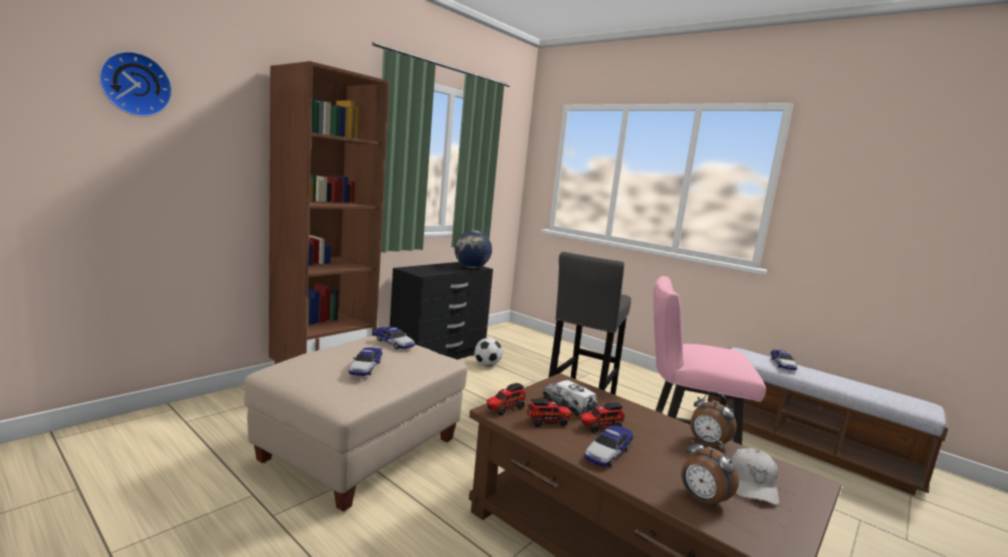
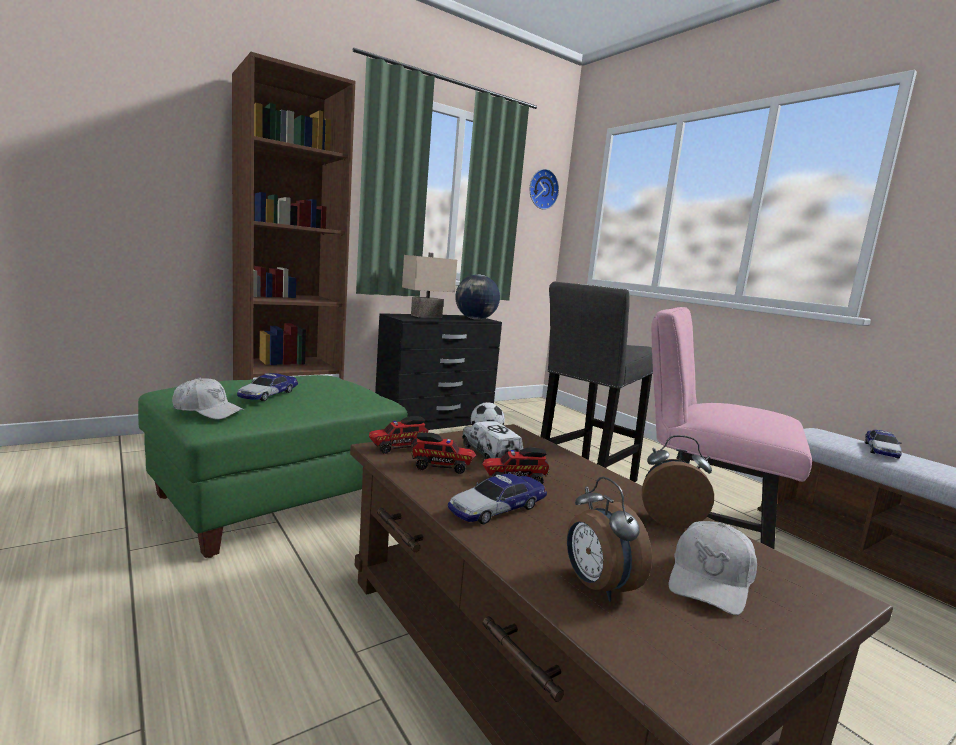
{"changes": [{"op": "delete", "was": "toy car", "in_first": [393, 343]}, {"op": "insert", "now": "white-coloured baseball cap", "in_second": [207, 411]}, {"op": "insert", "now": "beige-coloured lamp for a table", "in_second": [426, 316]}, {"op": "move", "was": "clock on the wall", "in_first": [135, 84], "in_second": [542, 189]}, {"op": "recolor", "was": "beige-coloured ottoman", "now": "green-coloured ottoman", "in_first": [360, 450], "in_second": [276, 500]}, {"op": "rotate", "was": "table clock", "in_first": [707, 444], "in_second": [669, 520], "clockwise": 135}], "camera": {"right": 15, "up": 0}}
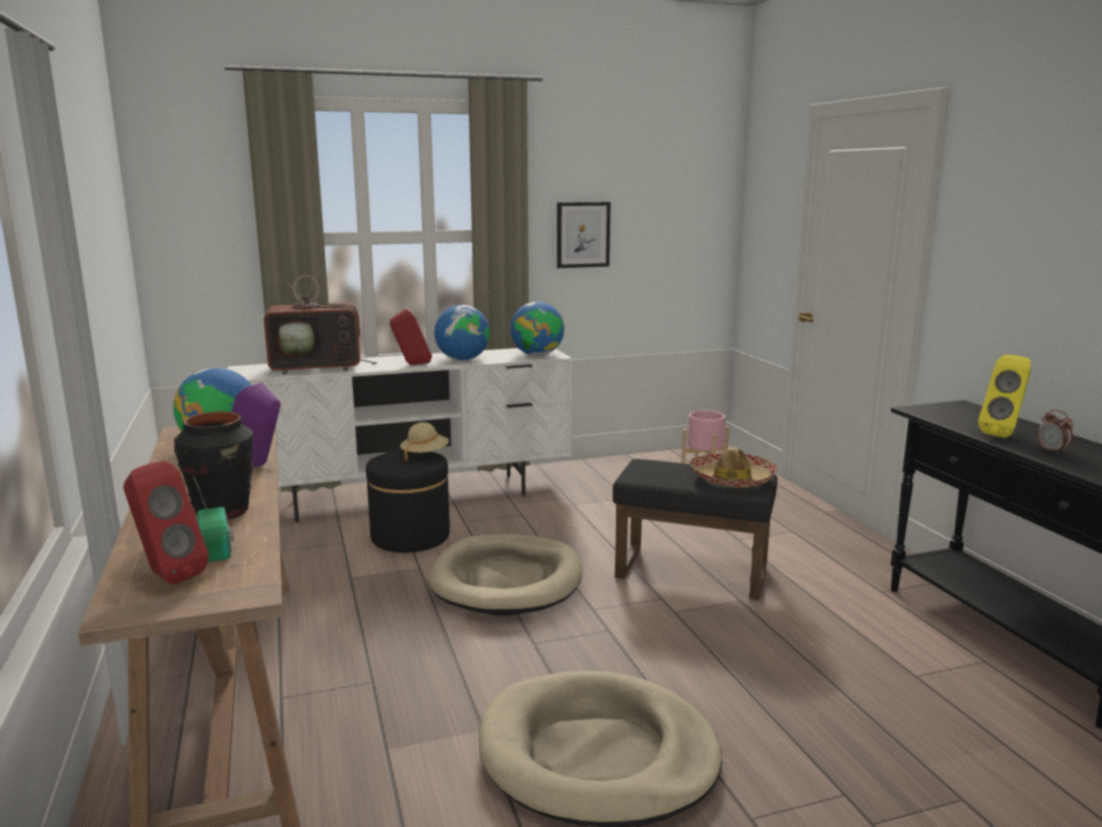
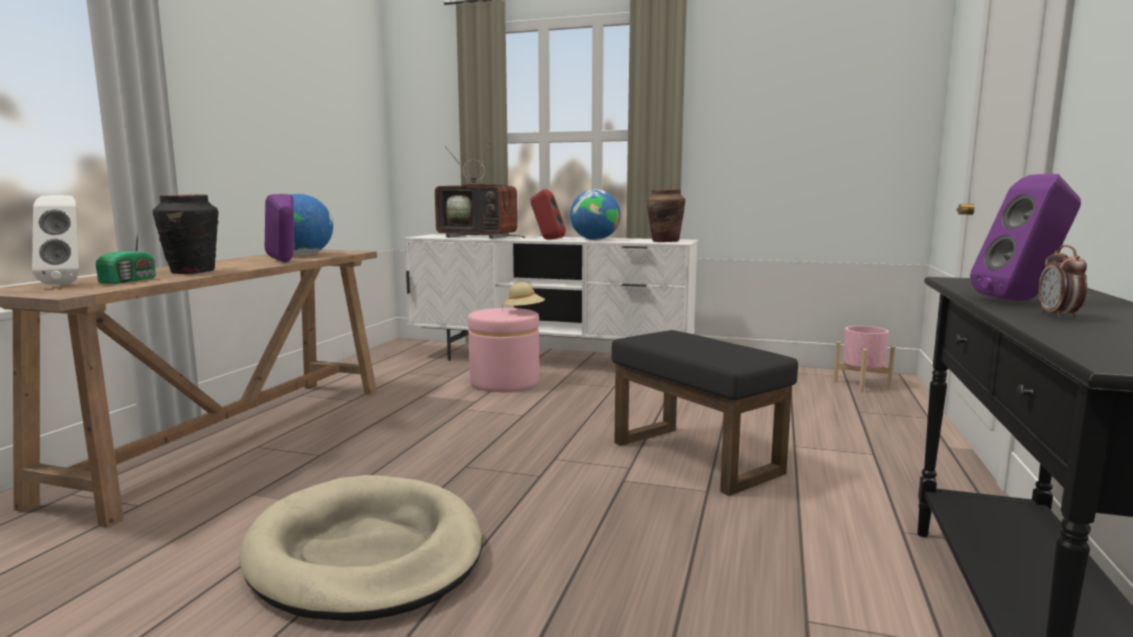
{"changes": [{"op": "delete", "was": "beige-coloured dog cushion", "in_first": [507, 580]}, {"op": "delete", "was": "wall picture", "in_first": [583, 234]}, {"op": "delete", "was": "wearable hat", "in_first": [732, 479]}, {"op": "replace", "was": "globe", "now": "brown flower vase", "in_first": [537, 355], "in_second": [665, 241]}, {"op": "recolor", "was": "reddish loudspeaker", "now": "white-coloured loudspeaker", "in_first": [167, 576], "in_second": [67, 284]}, {"op": "recolor", "was": "blackish ottoman", "now": "pinkish ottoman", "in_first": [410, 537], "in_second": [504, 382]}, {"op": "recolor", "was": "yellow loudspeaker", "now": "purple-coloured loudspeaker", "in_first": [1003, 434], "in_second": [1021, 300]}], "camera": {"right": 35, "up": -5}}
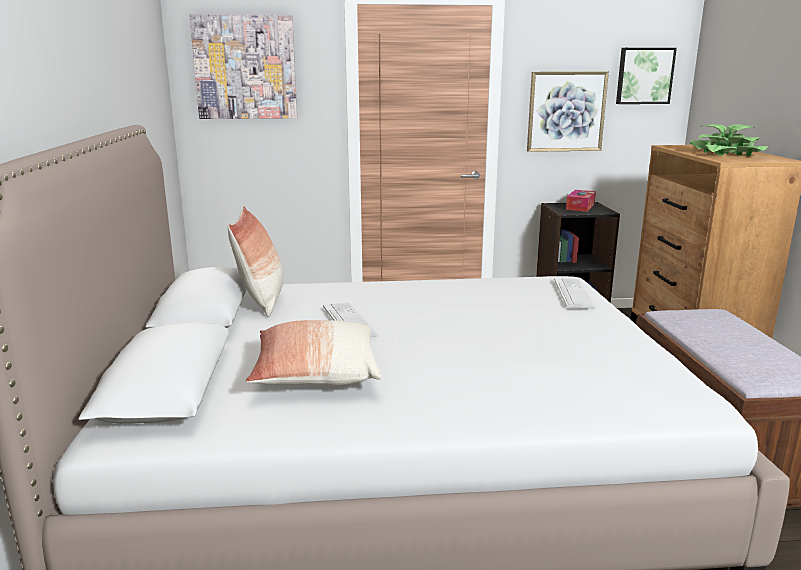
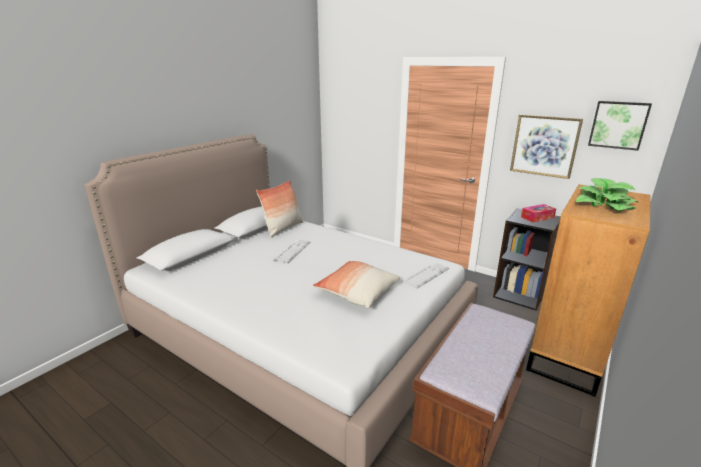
{"changes": [{"op": "delete", "was": "wall picture", "in_first": [245, 67]}, {"op": "move", "was": "cushion", "in_first": [316, 374], "in_second": [357, 293]}], "camera": {"right": 40, "up": 5}}
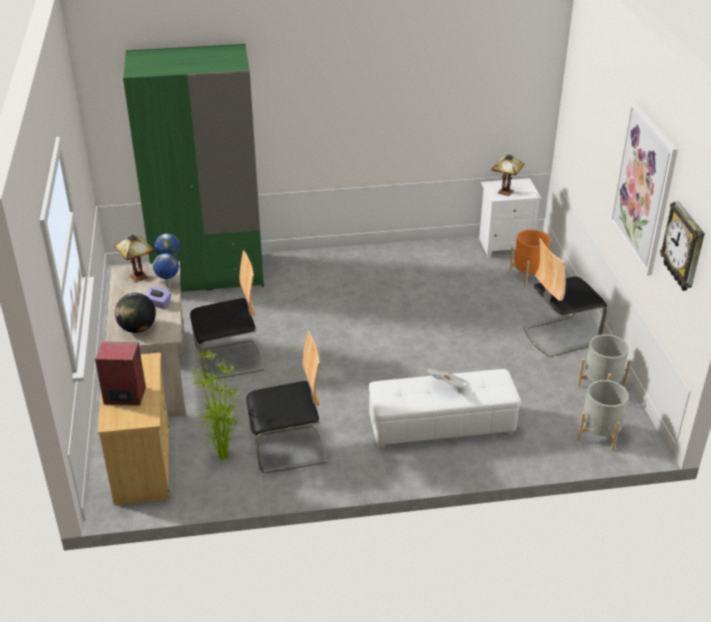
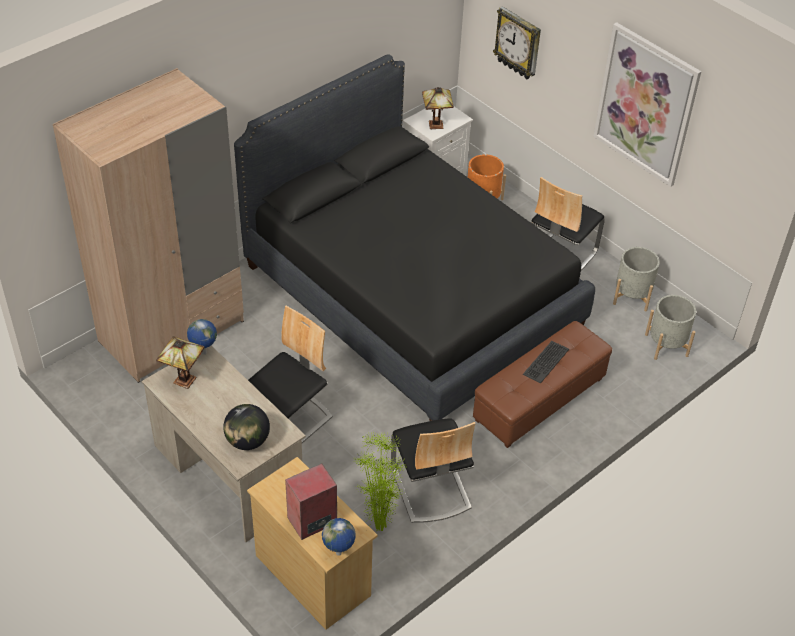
{"changes": [{"op": "delete", "was": "purple-coloured tissue holder", "in_first": [158, 304]}, {"op": "insert", "now": "blackish bed", "in_second": [411, 295]}, {"op": "move", "was": "globe", "in_first": [168, 287], "in_second": [339, 553]}, {"op": "move", "was": "clock on the wall", "in_first": [684, 247], "in_second": [518, 43]}, {"op": "replace", "was": "daily paper", "now": "computer keyboard", "in_first": [448, 386], "in_second": [545, 362]}, {"op": "recolor", "was": "green-coloured armoire", "now": "beige-coloured armoire", "in_first": [209, 274], "in_second": [172, 331]}, {"op": "recolor", "was": "white-coloured ottoman", "now": "brown ottoman", "in_first": [442, 426], "in_second": [539, 399]}, {"op": "rotate", "was": "upright chair", "in_first": [289, 448], "in_second": [430, 488], "clockwise": 120}], "camera": {"right": -35, "up": 10}}
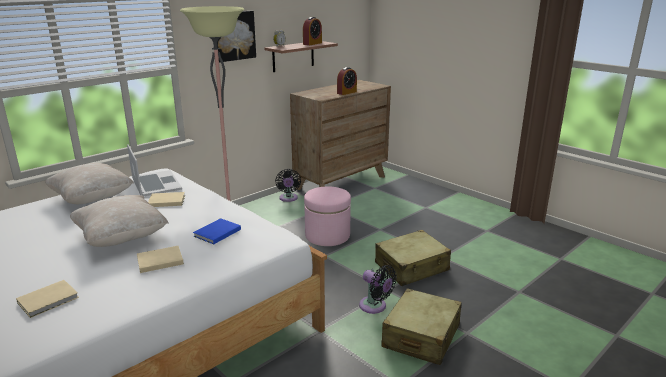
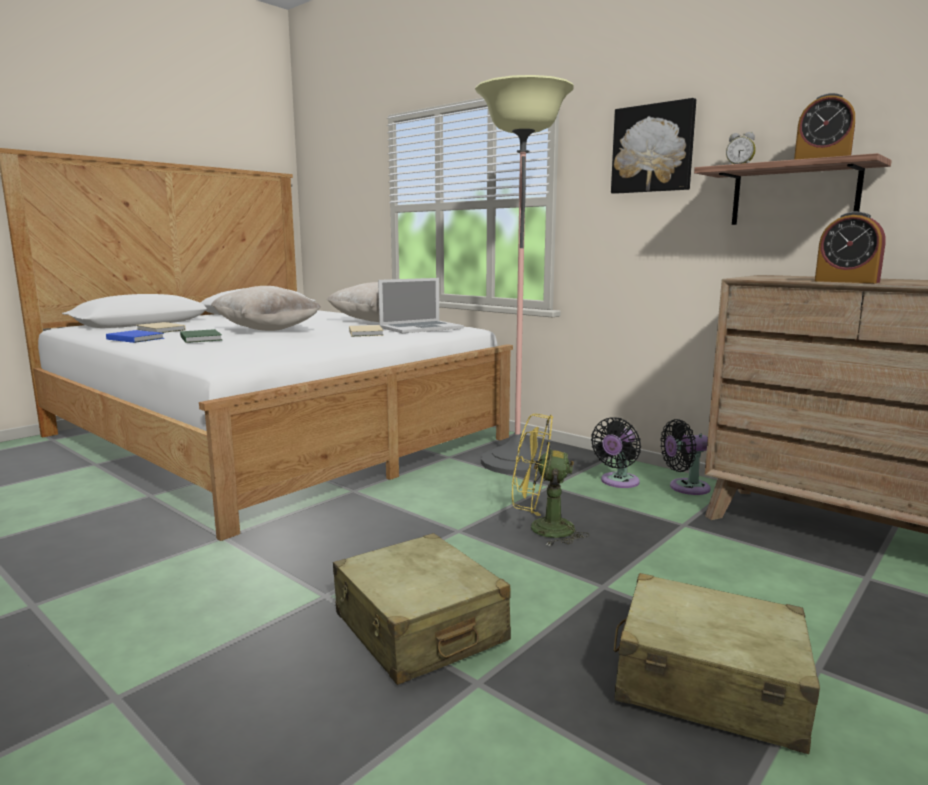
{"changes": [{"op": "move", "was": "blue bound book", "in_first": [216, 233], "in_second": [135, 338]}, {"op": "move", "was": "blackish electric fan", "in_first": [375, 306], "in_second": [618, 482]}, {"op": "move", "was": "beige-coloured travel case", "in_first": [421, 337], "in_second": [708, 683]}, {"op": "replace", "was": "pinkish ottoman", "now": "yellow electric fan", "in_first": [327, 235], "in_second": [541, 529]}, {"op": "recolor", "was": "beige-coloured bound book", "now": "green-coloured bound book", "in_first": [158, 261], "in_second": [201, 338]}], "camera": {"right": 85, "up": -10}}
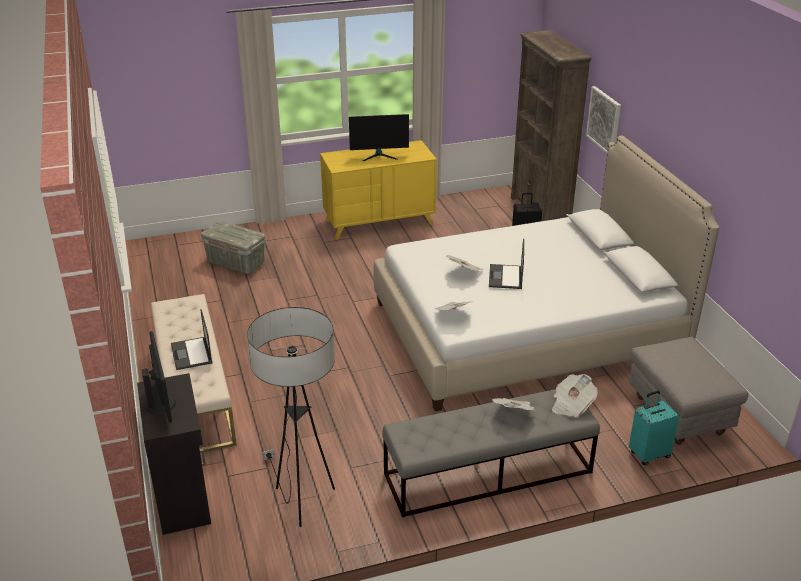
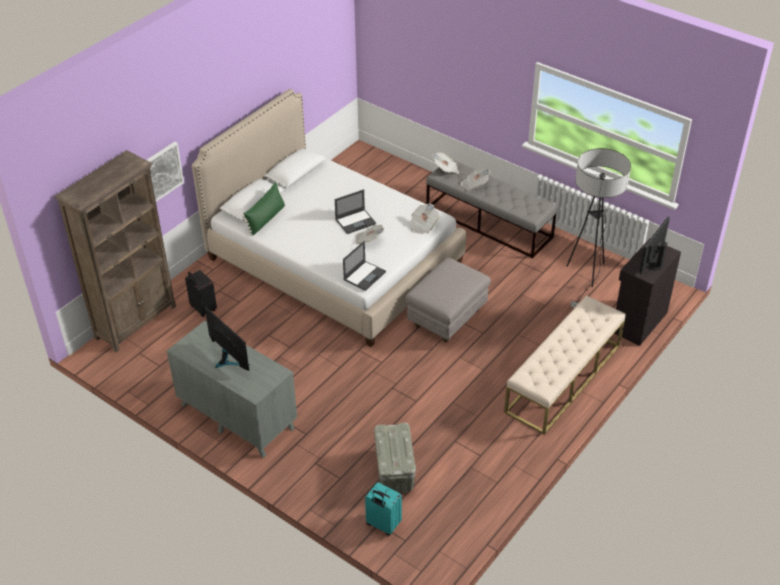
{"changes": [{"op": "insert", "now": "green-coloured cushion", "in_second": [266, 219]}, {"op": "move", "was": "portable computer", "in_first": [191, 354], "in_second": [365, 275]}, {"op": "move", "was": "grey ottoman", "in_first": [679, 415], "in_second": [447, 318]}, {"op": "move", "was": "turquoise-coloured travel case", "in_first": [648, 454], "in_second": [382, 525]}, {"op": "recolor", "was": "yellow drawer chest", "now": "grey drawer chest", "in_first": [379, 222], "in_second": [237, 416]}], "camera": {"right": -125, "up": 10}}
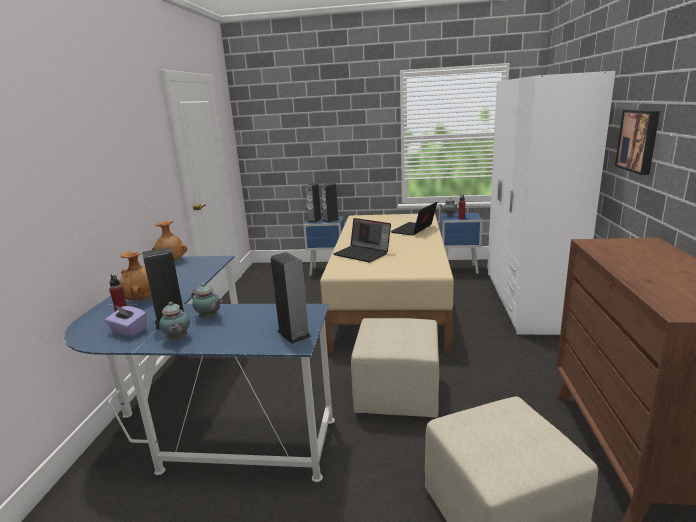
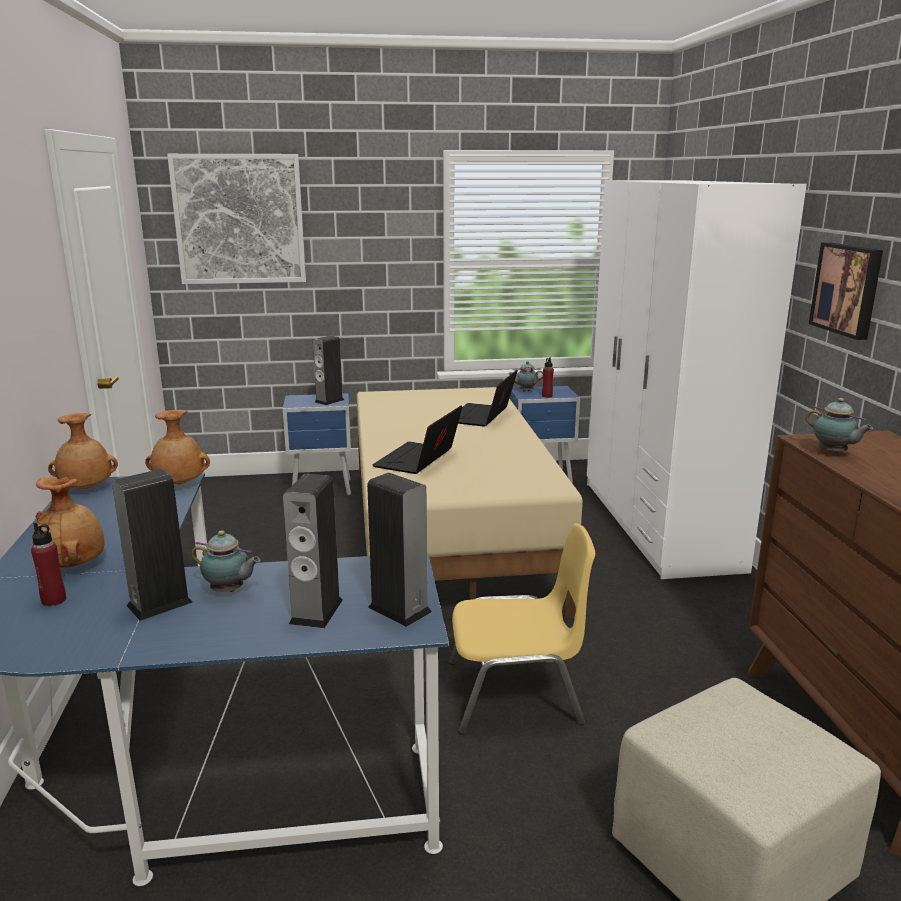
{"changes": [{"op": "delete", "was": "purple-coloured tissue holder", "in_first": [129, 331]}, {"op": "insert", "now": "brown flower vase", "in_second": [179, 484]}, {"op": "insert", "now": "wall picture", "in_second": [239, 219]}, {"op": "move", "was": "pot for tea", "in_first": [177, 339], "in_second": [833, 453]}, {"op": "move", "was": "loudspeaker", "in_first": [314, 220], "in_second": [316, 611]}, {"op": "replace", "was": "beige-coloured ottoman", "now": "yellow upright chair", "in_first": [398, 395], "in_second": [516, 693]}, {"op": "rotate", "was": "portable computer", "in_first": [363, 253], "in_second": [418, 460], "clockwise": 90}], "camera": {"right": -15, "up": 0}}
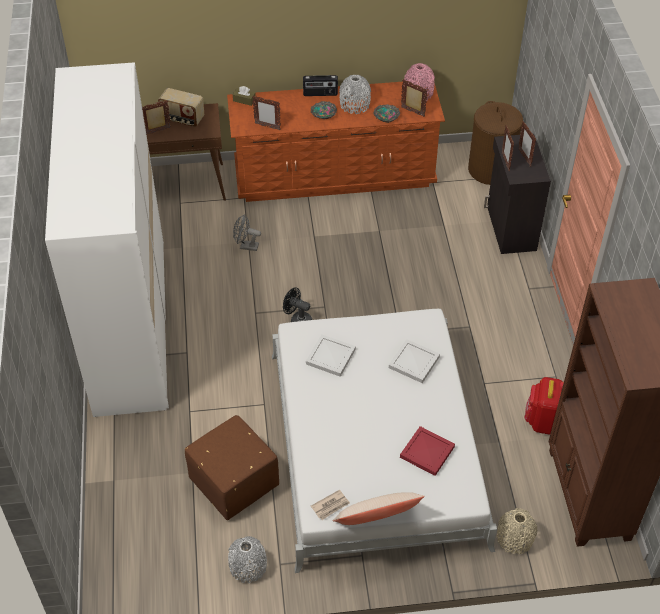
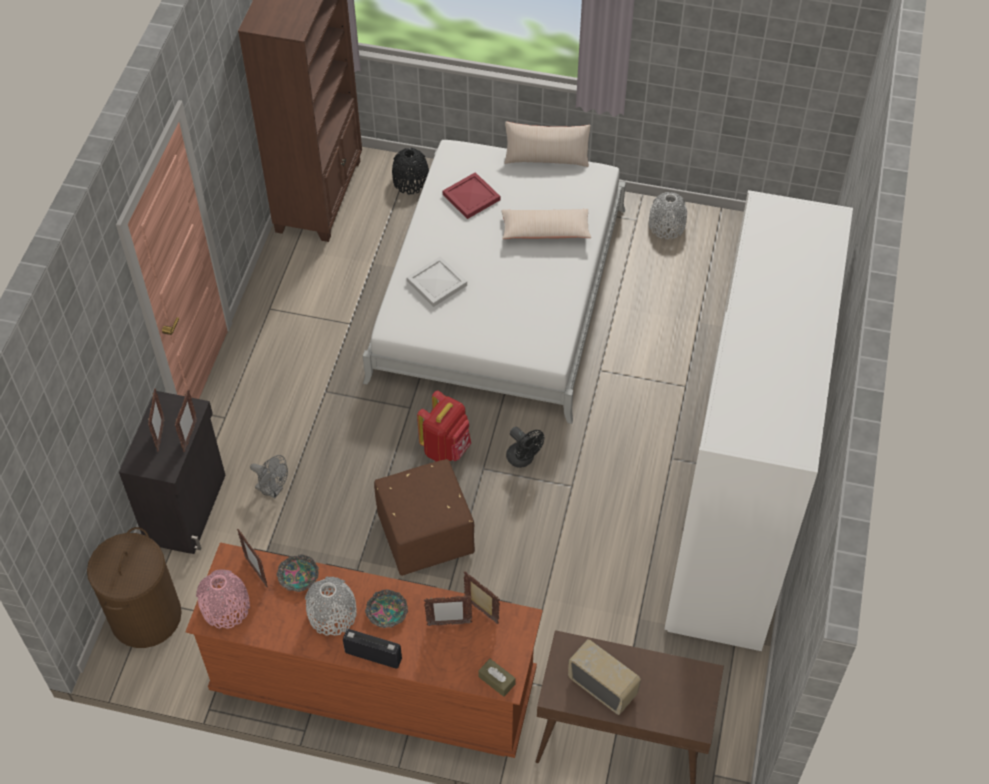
{"changes": [{"op": "delete", "was": "white-coloured tray", "in_first": [330, 356]}, {"op": "delete", "was": "daily paper", "in_first": [330, 506]}, {"op": "insert", "now": "beige-coloured cushion", "in_second": [545, 231]}, {"op": "move", "was": "picture frame", "in_first": [157, 131], "in_second": [449, 624]}, {"op": "move", "was": "brown ottoman", "in_first": [233, 483], "in_second": [427, 535]}, {"op": "move", "was": "grey electric fan", "in_first": [246, 246], "in_second": [273, 490]}, {"op": "move", "was": "reddish rucksack", "in_first": [543, 421], "in_second": [446, 448]}, {"op": "recolor", "was": "beige-coloured flower vase", "now": "blackish flower vase", "in_first": [515, 538], "in_second": [411, 181]}], "camera": {"right": -160, "up": 5}}
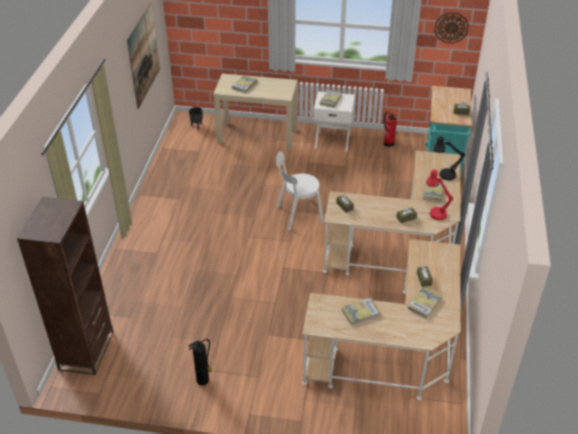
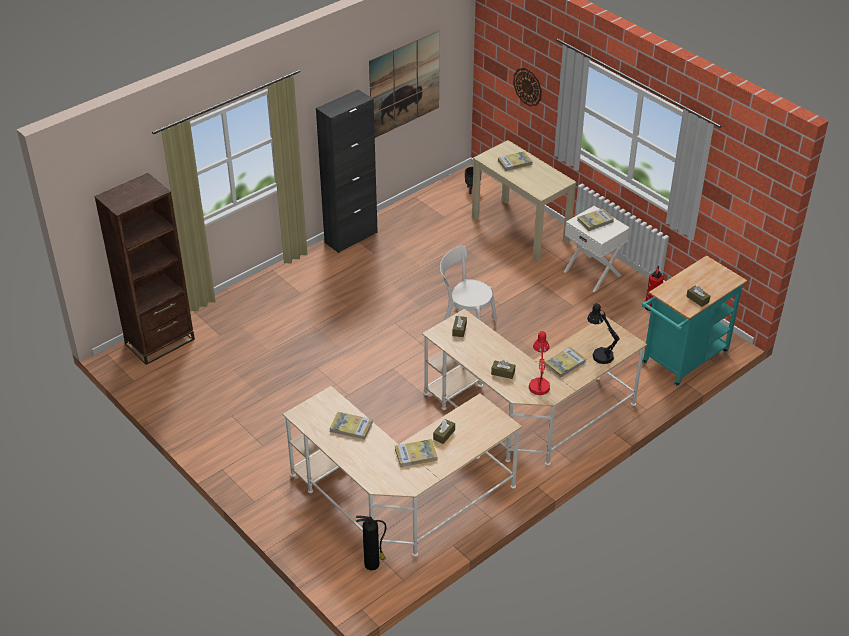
{"changes": [{"op": "insert", "now": "blackish storage cabinet", "in_second": [351, 237]}, {"op": "move", "was": "fire extinguisher", "in_first": [203, 379], "in_second": [373, 564]}, {"op": "move", "was": "clock on the wall", "in_first": [451, 27], "in_second": [528, 86]}], "camera": {"right": 40, "up": 0}}
